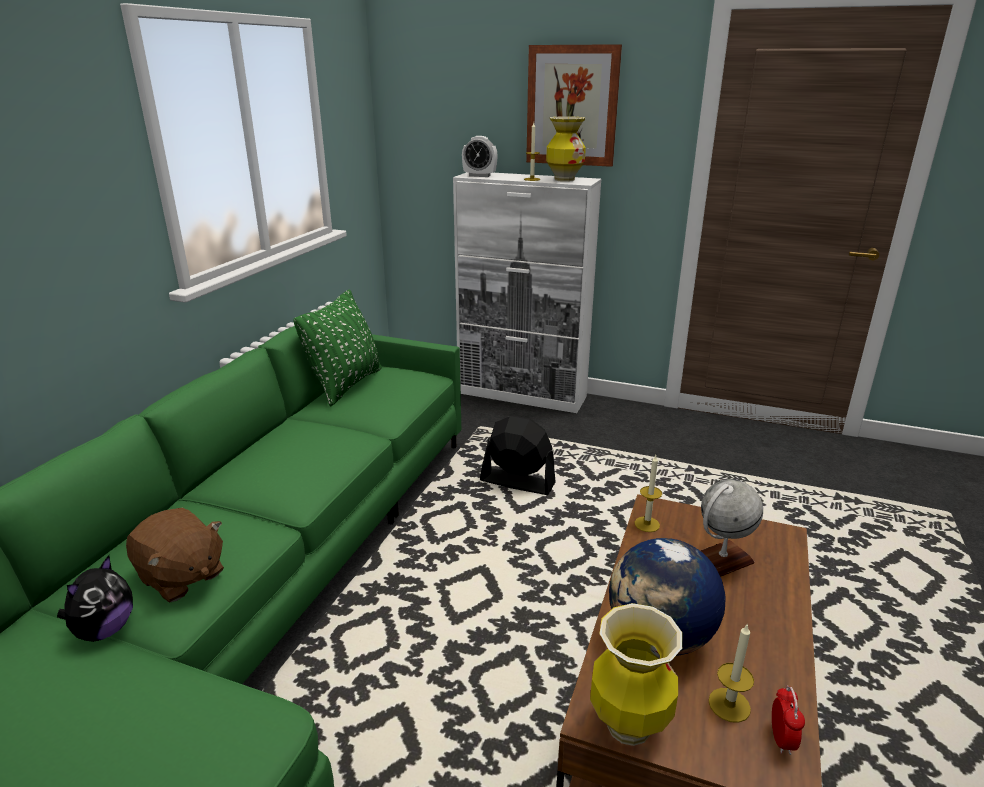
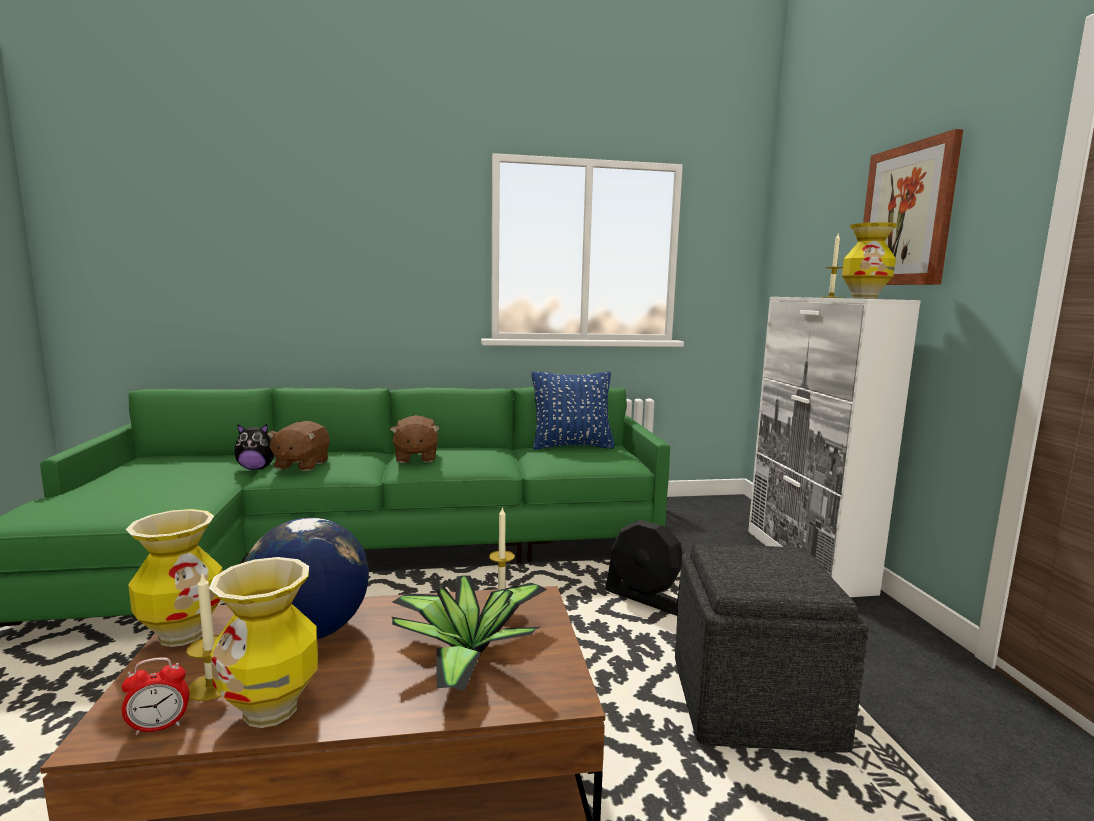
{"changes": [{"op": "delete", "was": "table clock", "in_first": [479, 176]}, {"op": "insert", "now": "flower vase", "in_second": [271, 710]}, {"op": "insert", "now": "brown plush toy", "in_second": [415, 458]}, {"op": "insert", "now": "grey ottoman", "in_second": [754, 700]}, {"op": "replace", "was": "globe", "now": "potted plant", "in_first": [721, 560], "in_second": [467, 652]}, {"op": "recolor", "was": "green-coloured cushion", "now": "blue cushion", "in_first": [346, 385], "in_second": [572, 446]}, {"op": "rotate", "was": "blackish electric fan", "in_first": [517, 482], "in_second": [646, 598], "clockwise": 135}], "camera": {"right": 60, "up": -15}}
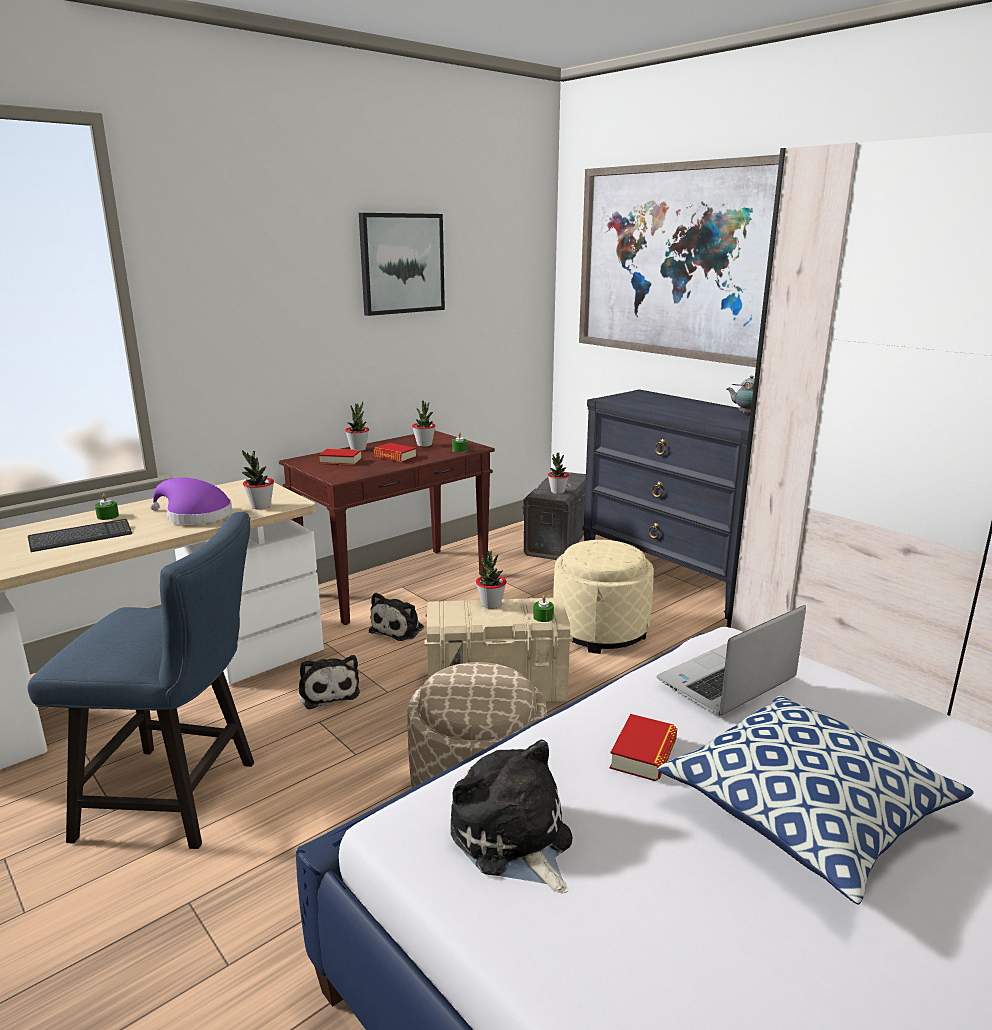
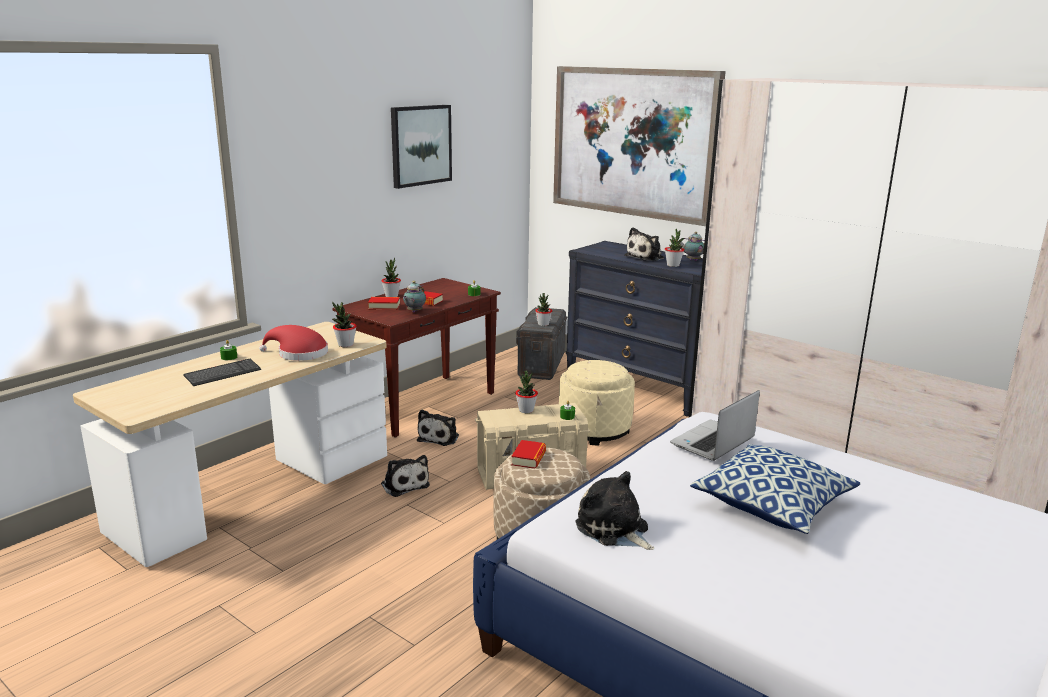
{"changes": [{"op": "delete", "was": "blue upright chair", "in_first": [181, 799]}, {"op": "insert", "now": "pot for tea", "in_second": [414, 312]}, {"op": "insert", "now": "plush toy", "in_second": [646, 257]}, {"op": "move", "was": "potted plant", "in_first": [424, 445], "in_second": [673, 265]}, {"op": "move", "was": "bound book", "in_first": [643, 754], "in_second": [528, 458]}, {"op": "recolor", "was": "purple-coloured wearable hat", "now": "reddish wearable hat", "in_first": [195, 515], "in_second": [299, 354]}], "camera": {"right": -10, "up": 0}}
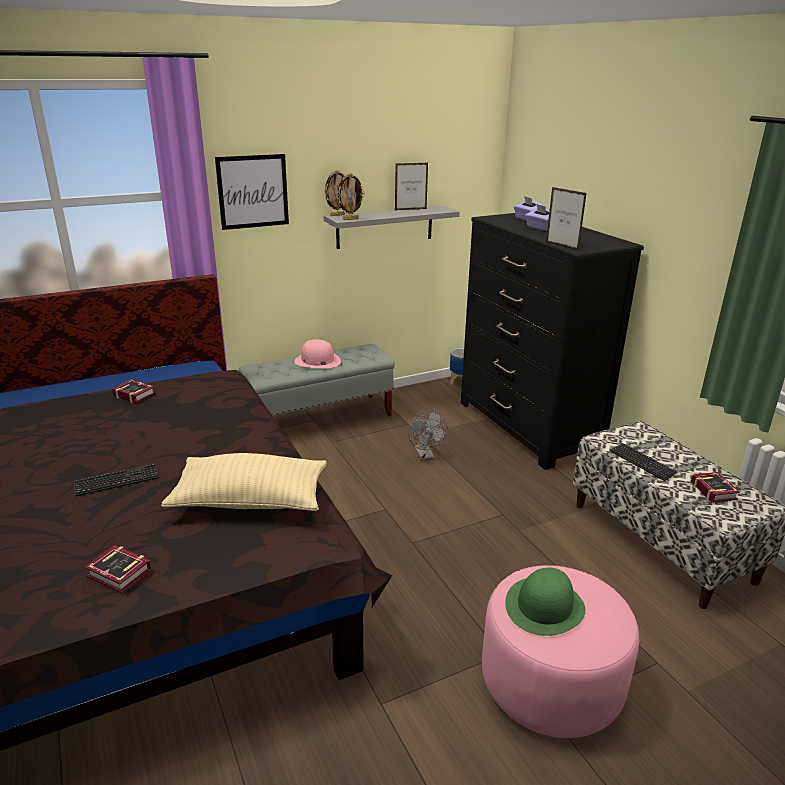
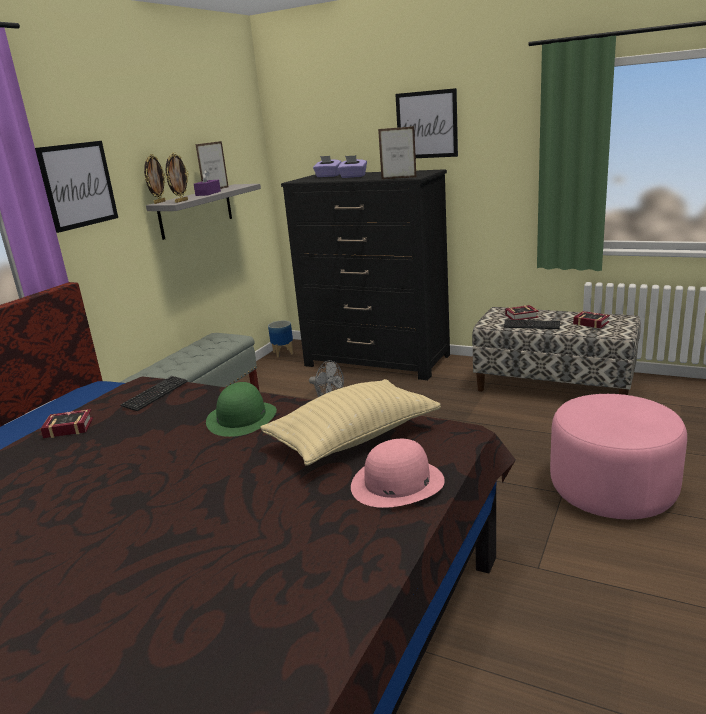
{"changes": [{"op": "insert", "now": "purple-coloured tissue holder", "in_second": [208, 193]}, {"op": "insert", "now": "wall picture", "in_second": [426, 125]}, {"op": "move", "was": "computer keyboard", "in_first": [117, 481], "in_second": [155, 394]}, {"op": "move", "was": "bound book", "in_first": [120, 575], "in_second": [523, 316]}, {"op": "move", "was": "pinkish wearable hat", "in_first": [317, 361], "in_second": [397, 483]}, {"op": "move", "was": "green-coloured wearable hat", "in_first": [544, 606], "in_second": [241, 418]}], "camera": {"right": -35, "up": -5}}
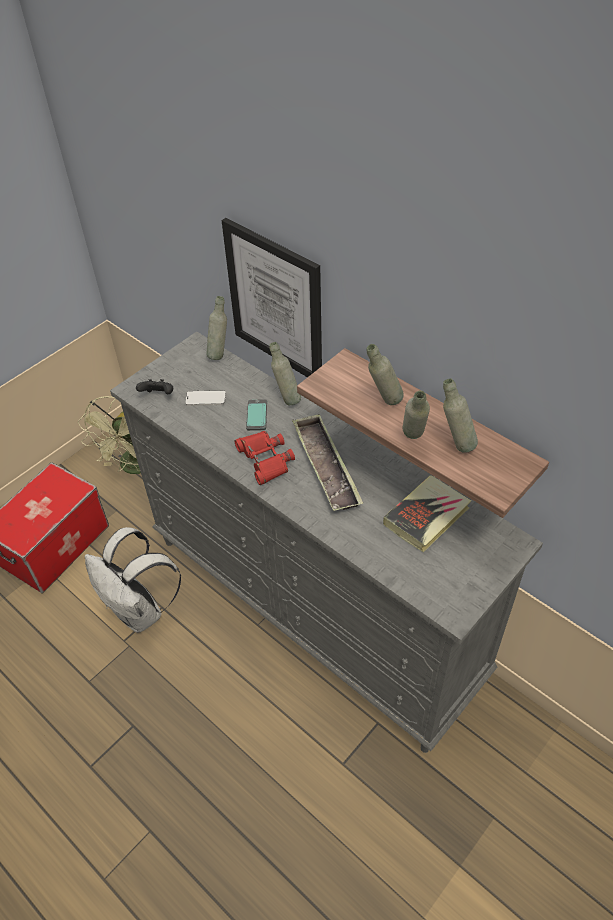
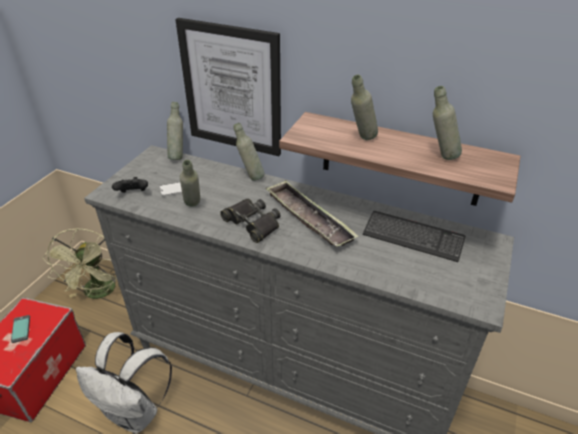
{"changes": [{"op": "move", "was": "handset", "in_first": [256, 415], "in_second": [21, 329]}, {"op": "move", "was": "grey beverage bottle", "in_first": [413, 441], "in_second": [193, 208]}, {"op": "replace", "was": "bound book", "now": "computer keyboard", "in_first": [426, 516], "in_second": [413, 237]}, {"op": "recolor", "was": "reddish binoculars", "now": "blackish binoculars", "in_first": [265, 460], "in_second": [252, 223]}], "camera": {"right": -20, "up": -10}}
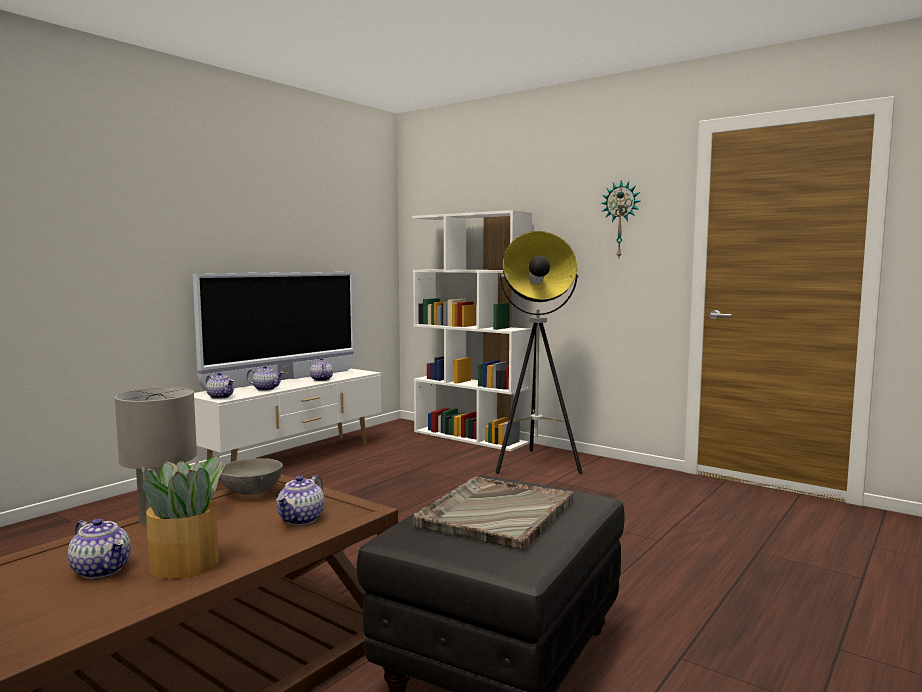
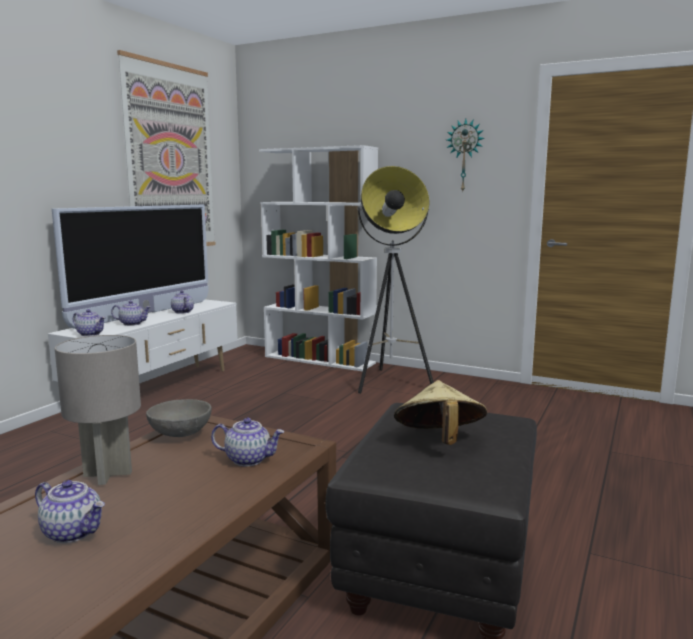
{"changes": [{"op": "delete", "was": "potted plant", "in_first": [186, 565]}, {"op": "insert", "now": "wall picture", "in_second": [170, 158]}, {"op": "replace", "was": "grey tray", "now": "beige-coloured wearable hat", "in_first": [496, 514], "in_second": [438, 441]}, {"op": "rotate", "was": "pot for tea", "in_first": [301, 519], "in_second": [249, 459], "clockwise": -90}], "camera": {"right": -10, "up": 5}}
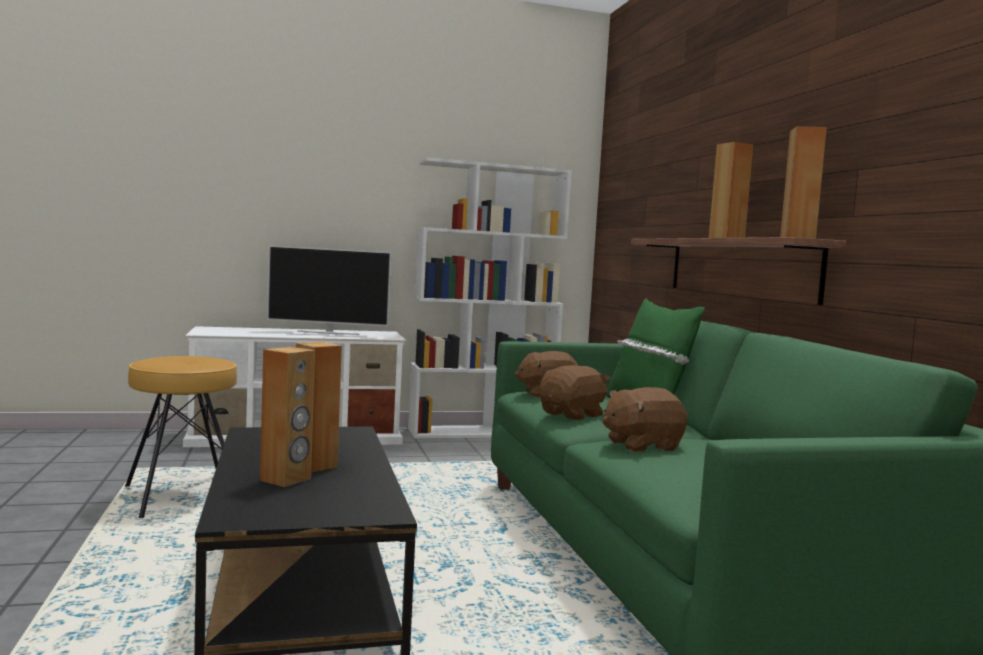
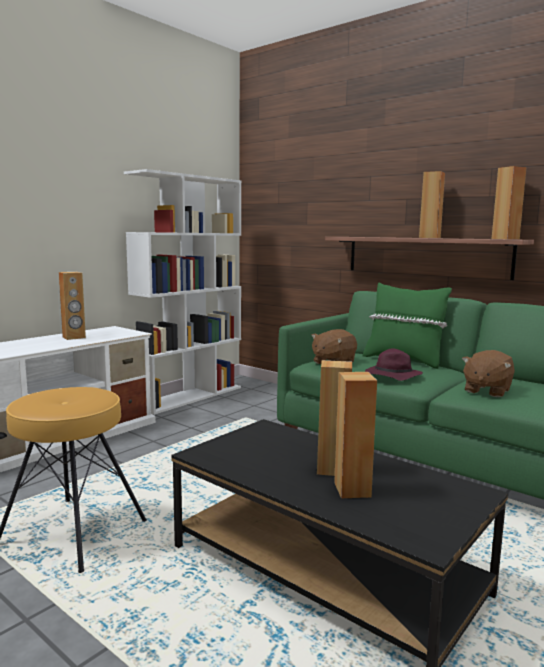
{"changes": [{"op": "replace", "was": "TV set", "now": "brown loudspeaker", "in_first": [328, 333], "in_second": [74, 337]}, {"op": "replace", "was": "brown plush toy", "now": "purple-coloured wearable hat", "in_first": [573, 415], "in_second": [392, 376]}], "camera": {"right": -35, "up": 5}}
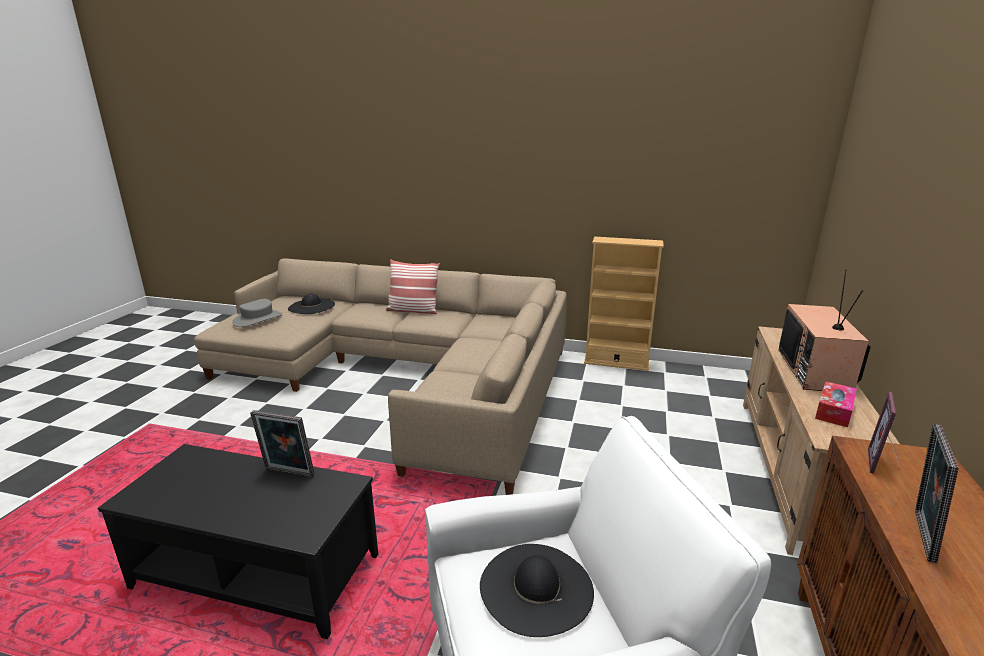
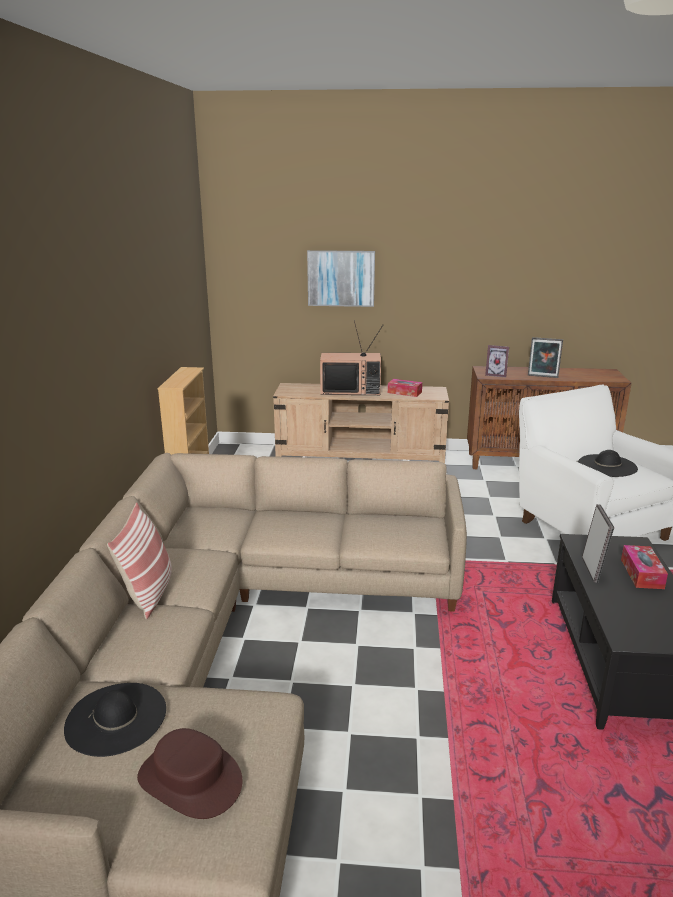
{"changes": [{"op": "insert", "now": "wall picture", "in_second": [341, 278]}, {"op": "insert", "now": "tissue holder", "in_second": [642, 574]}, {"op": "recolor", "was": "grey wearable hat", "now": "brown wearable hat", "in_first": [258, 319], "in_second": [190, 779]}], "camera": {"right": -100, "up": 0}}
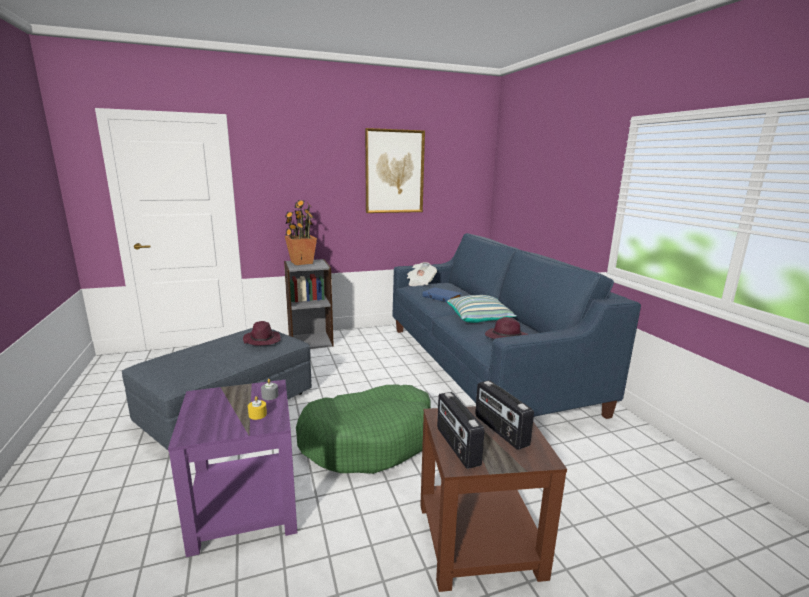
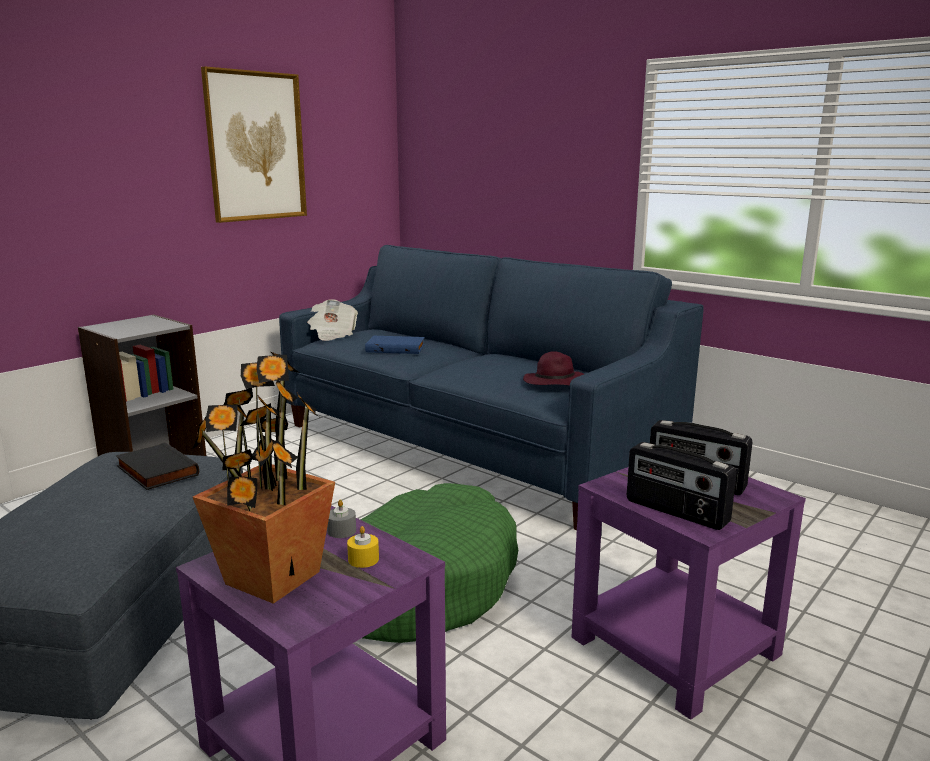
{"changes": [{"op": "delete", "was": "cushion", "in_first": [479, 318]}, {"op": "move", "was": "potted plant", "in_first": [301, 262], "in_second": [271, 577]}, {"op": "replace", "was": "purple-coloured wearable hat", "now": "blackish bound book", "in_first": [262, 340], "in_second": [155, 471]}, {"op": "recolor", "was": "brown accent table", "now": "purple-coloured accent table", "in_first": [481, 540], "in_second": [678, 646]}], "camera": {"right": -30, "up": 0}}
